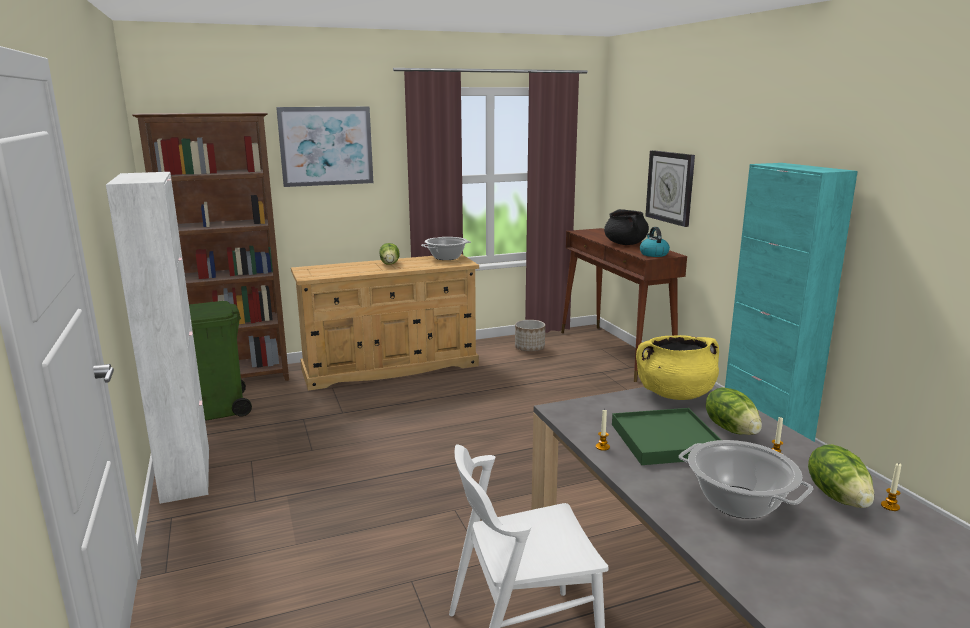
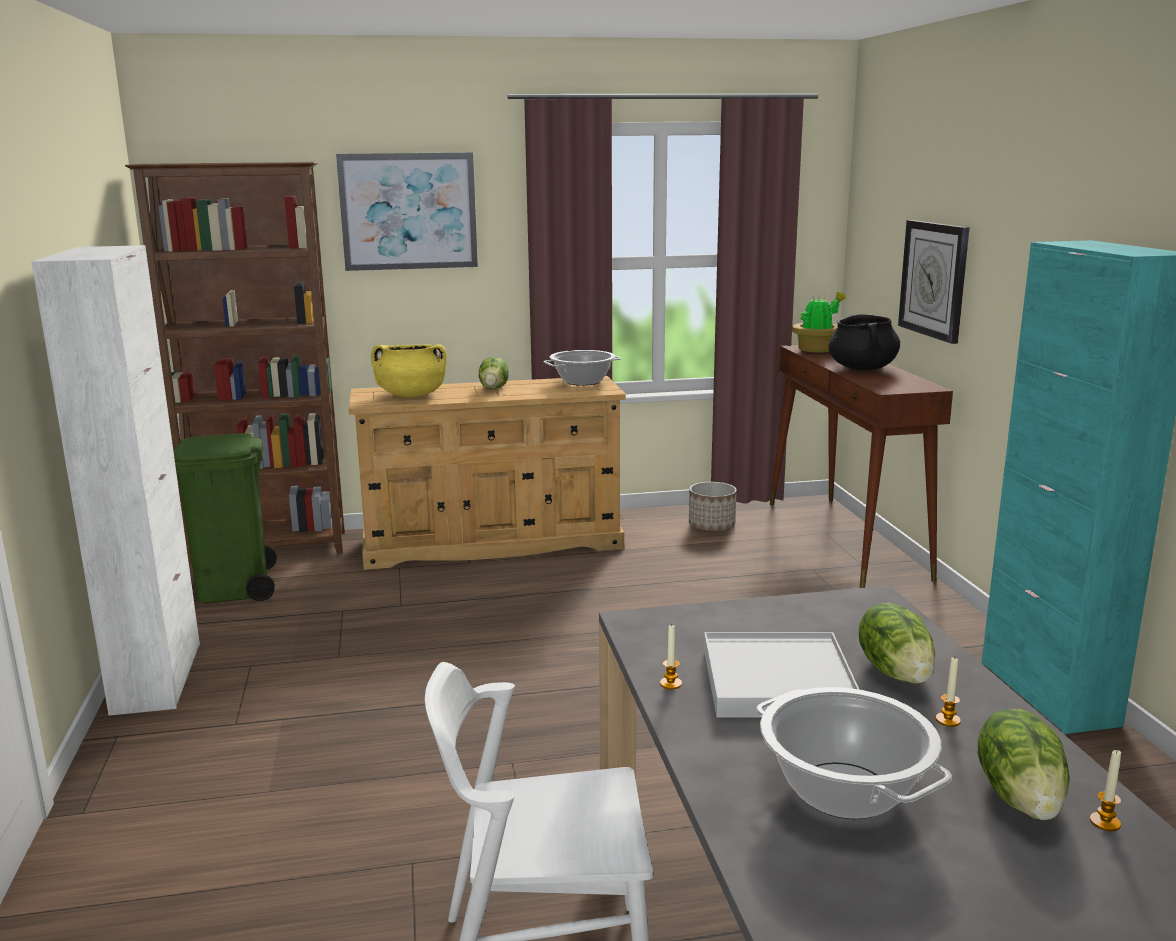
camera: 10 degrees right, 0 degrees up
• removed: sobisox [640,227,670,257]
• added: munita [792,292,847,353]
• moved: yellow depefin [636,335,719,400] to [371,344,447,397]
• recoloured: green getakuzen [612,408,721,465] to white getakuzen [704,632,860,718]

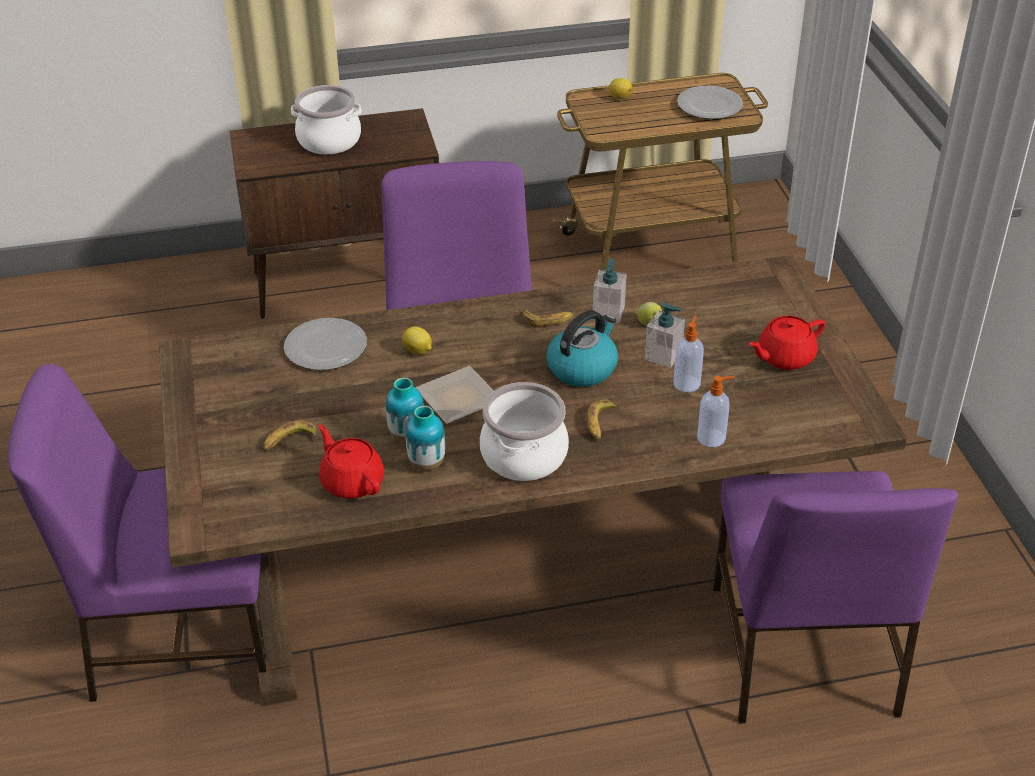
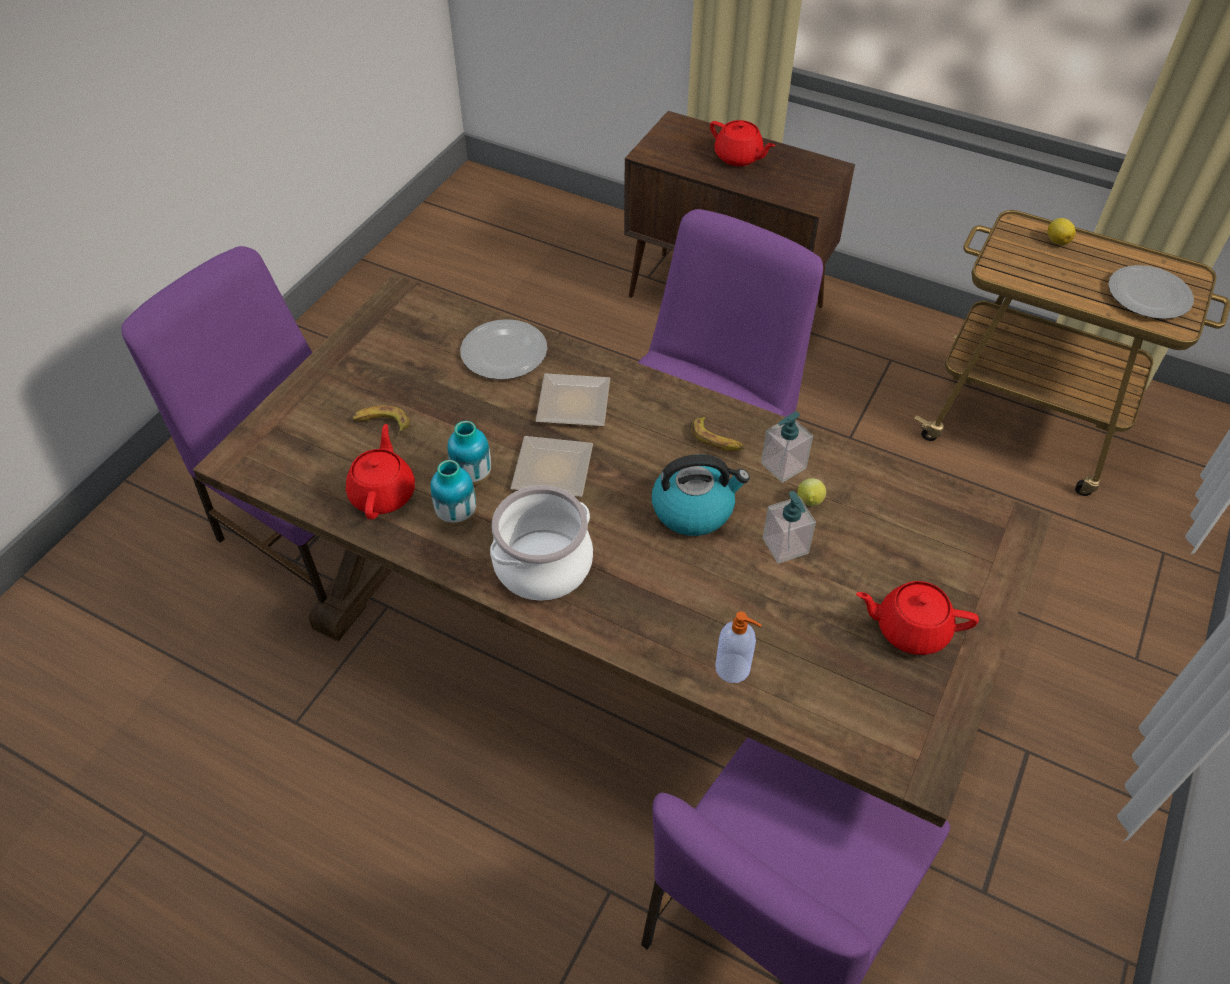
camera: 40 degrees right, 10 degrees up
• removed: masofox [586,399,619,441]
• removed: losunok [673,315,704,392]
• replaced: depefin [291,85,362,154] to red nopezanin [710,120,776,166]
• replaced: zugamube [402,327,432,355] to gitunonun [536,373,610,427]

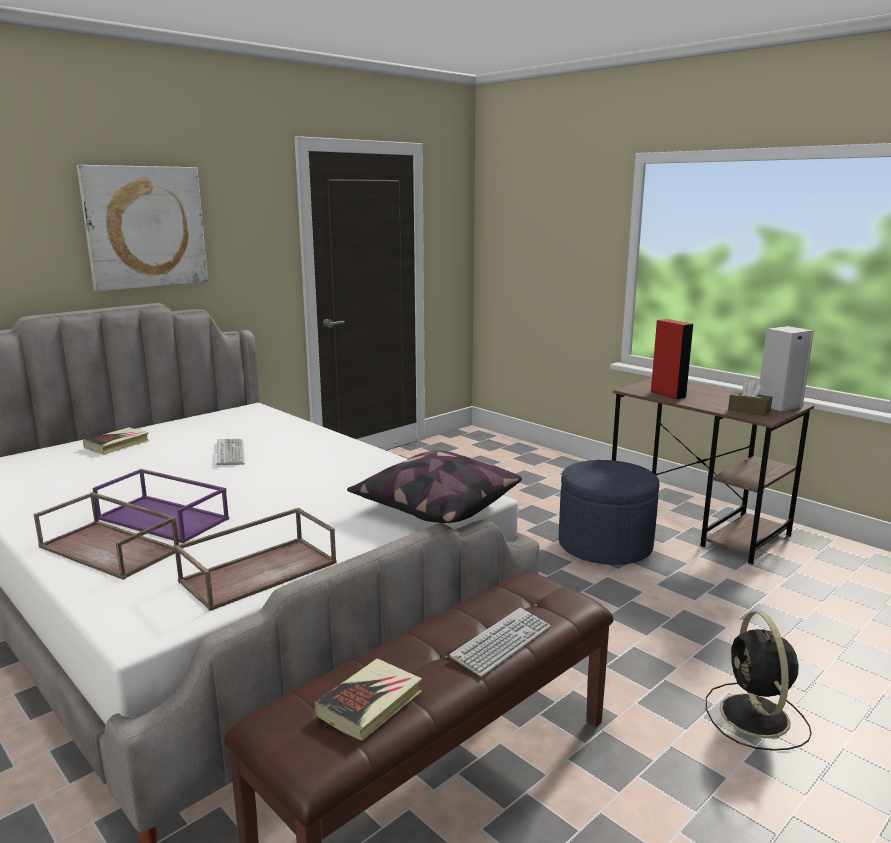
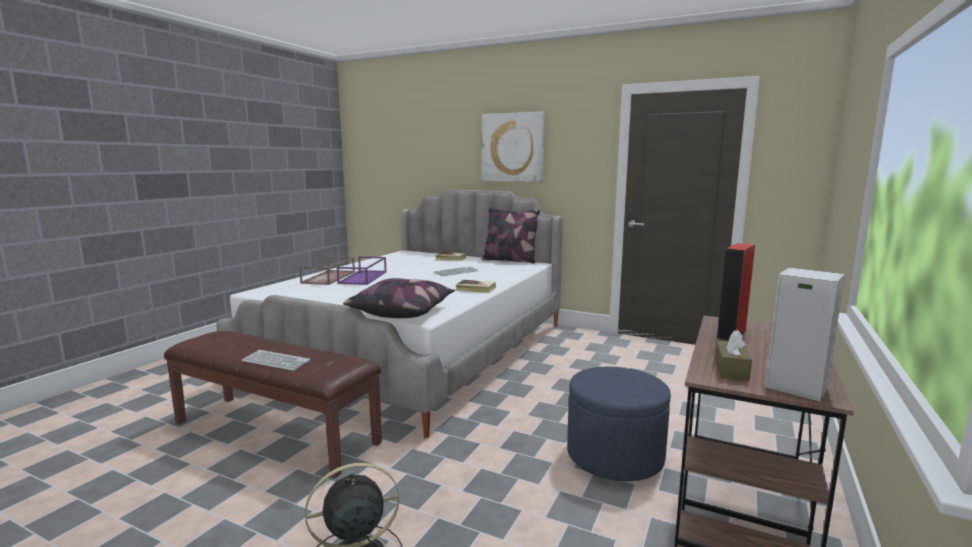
camera: 70 degrees right, 5 degrees down
• removed: brown getakuzen [174,508,337,611]
• added: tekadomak [481,208,540,263]
• moved: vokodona [315,658,422,741] to [456,280,496,293]

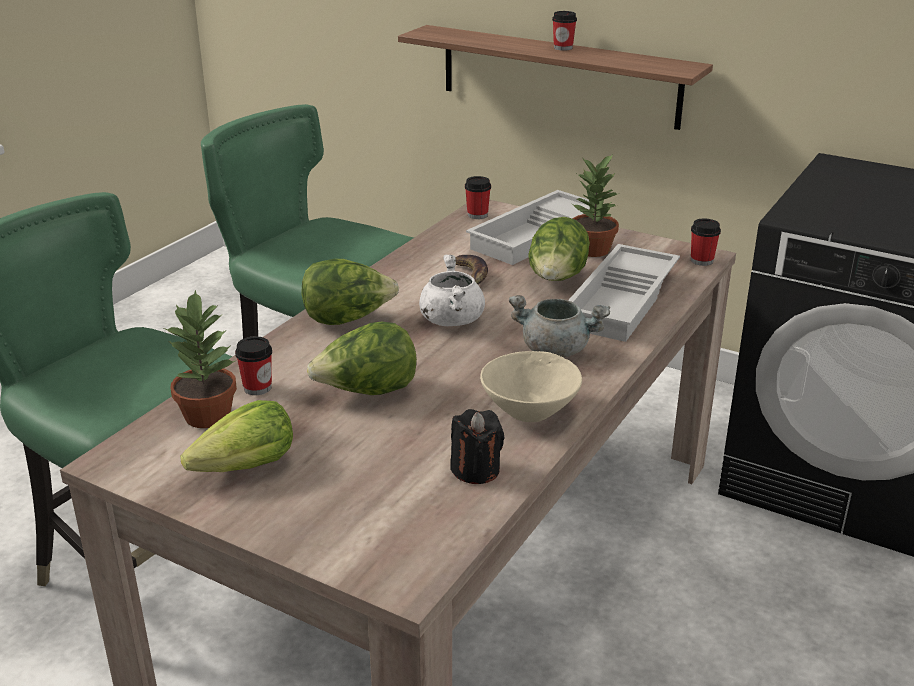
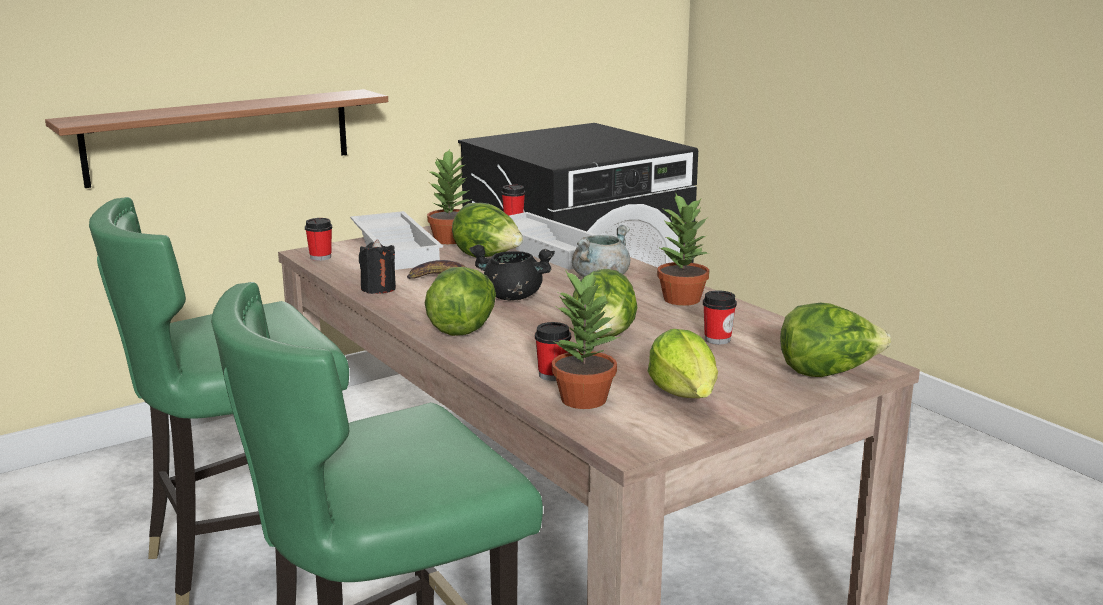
camera: 65 degrees left, 10 degrees down
• added: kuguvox [780,303,891,377]
• moved: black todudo [450,409,504,484] to [359,240,396,294]
• moved: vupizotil [552,11,577,51] to [703,290,737,344]
• replaced: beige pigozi [480,351,582,422] to munita [657,192,709,306]
• recoloured: white depefin [419,255,485,326] to black depefin [469,245,555,300]

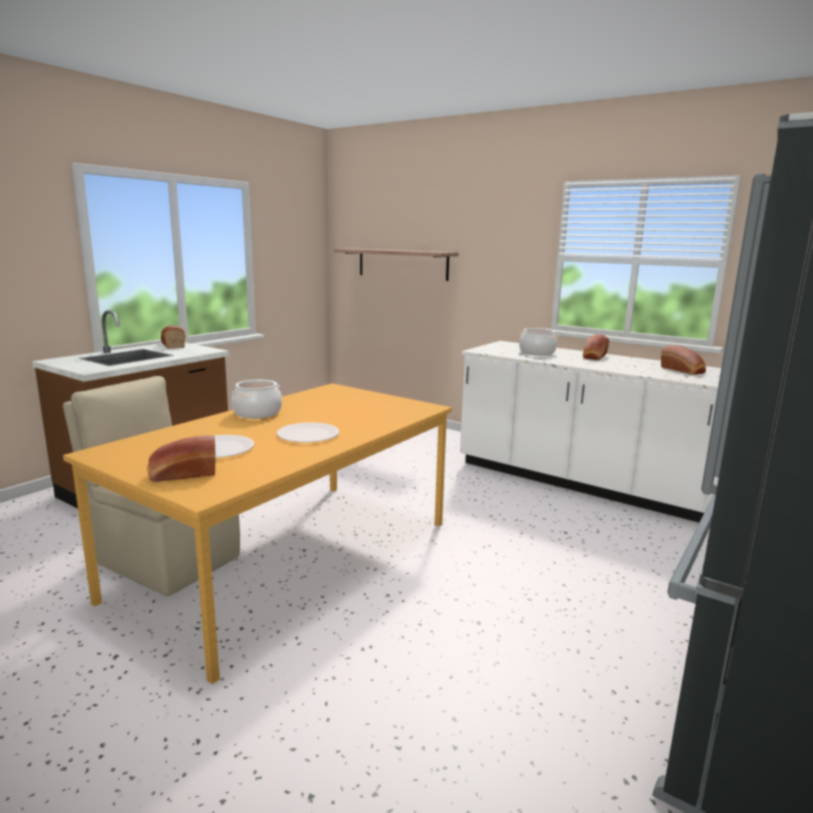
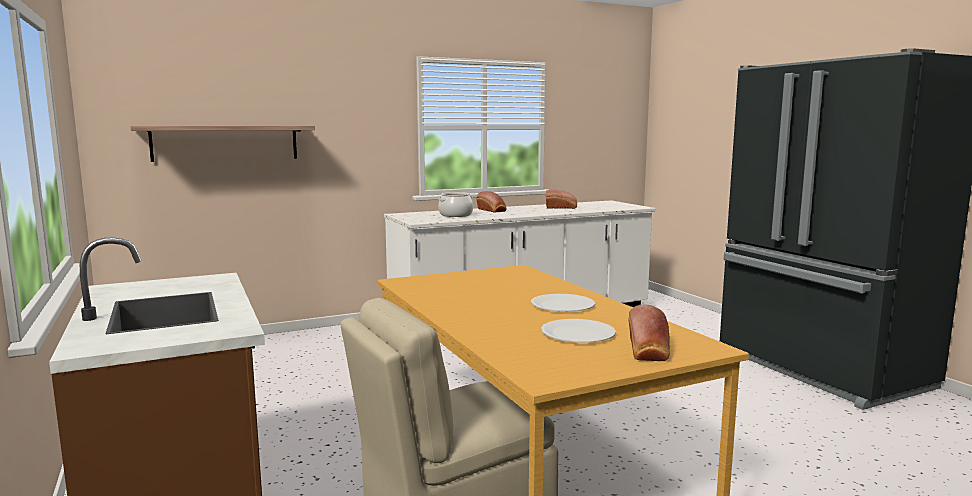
camera: 60 degrees left, 5 degrees down
• removed: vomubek [161,325,185,349]
• removed: depefin [231,380,282,419]

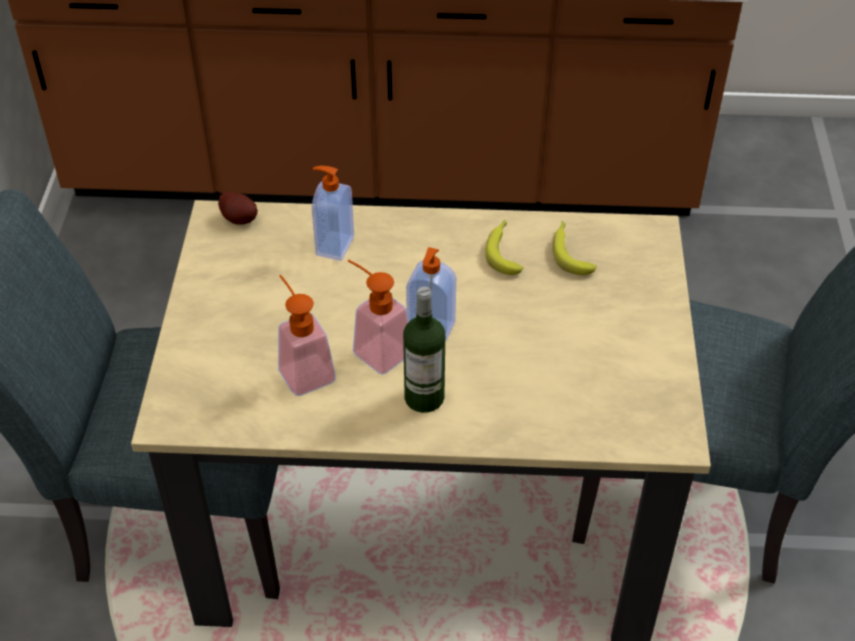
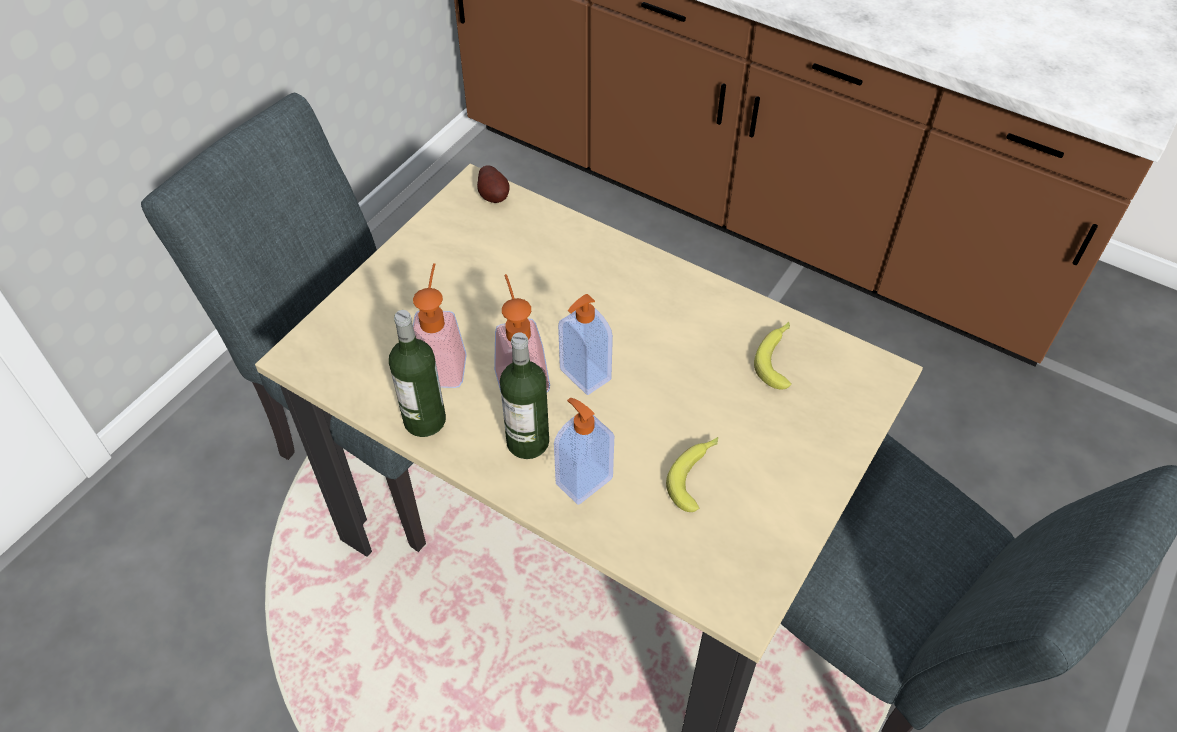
camera: 30 degrees right, 5 degrees up
• added: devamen [389,310,446,437]
• moved: losunok [312,166,354,261] to [554,398,614,505]
• moved: masofox [485,219,524,275] to [666,437,718,512]

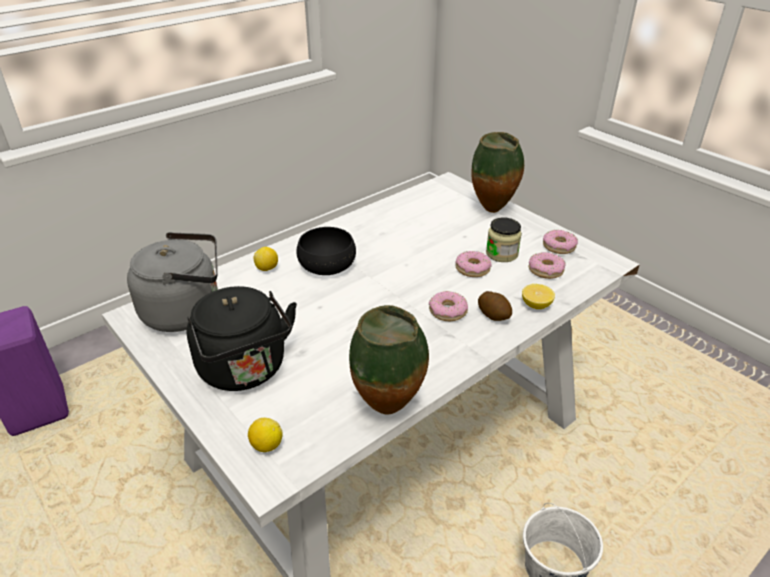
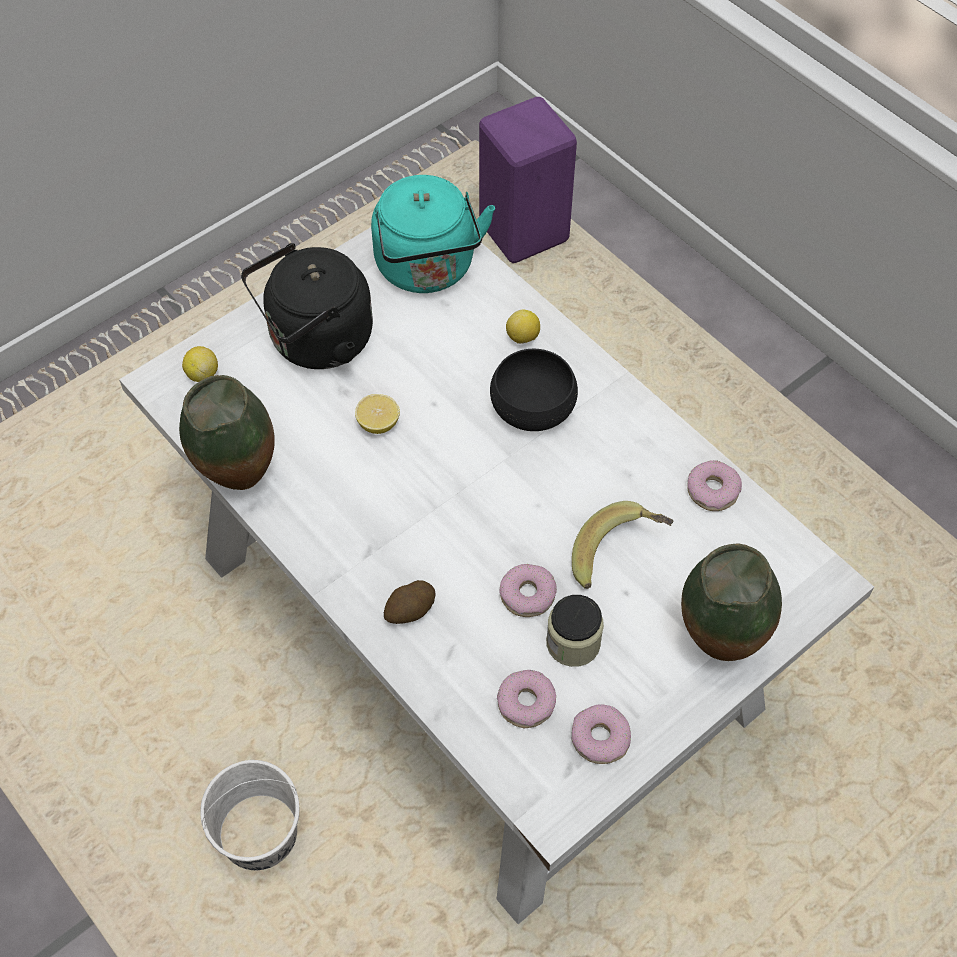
camera: 90 degrees right, 20 degrees up
• added: masofox [572,501,673,589]
• moved: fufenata [429,291,468,321] to [687,460,742,511]
• moved: zugamube [522,284,555,309] to [355,394,400,434]
• recoloured: grey sobisox [127,232,218,332] to turquoise sobisox [371,175,495,293]

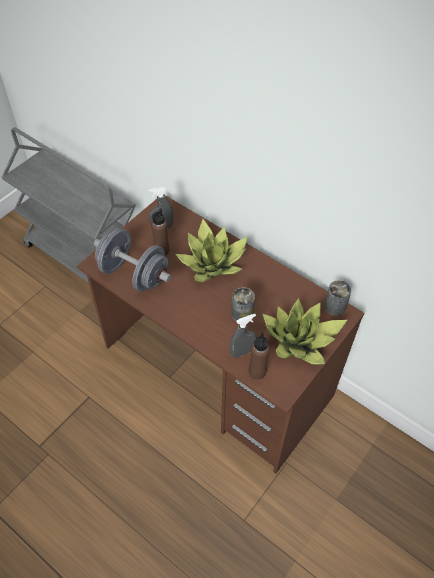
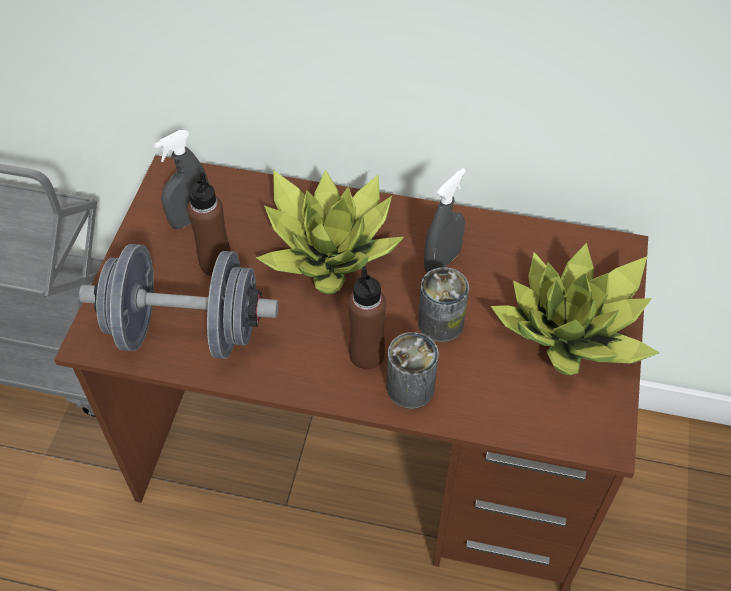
camera: 25 degrees left, 0 degrees up
• moved: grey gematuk [230,314,257,358] to [424,168,466,273]
• moved: brown devamen [249,332,270,379] to [348,266,386,370]
• moved: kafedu [324,280,352,316] to [387,332,439,409]

